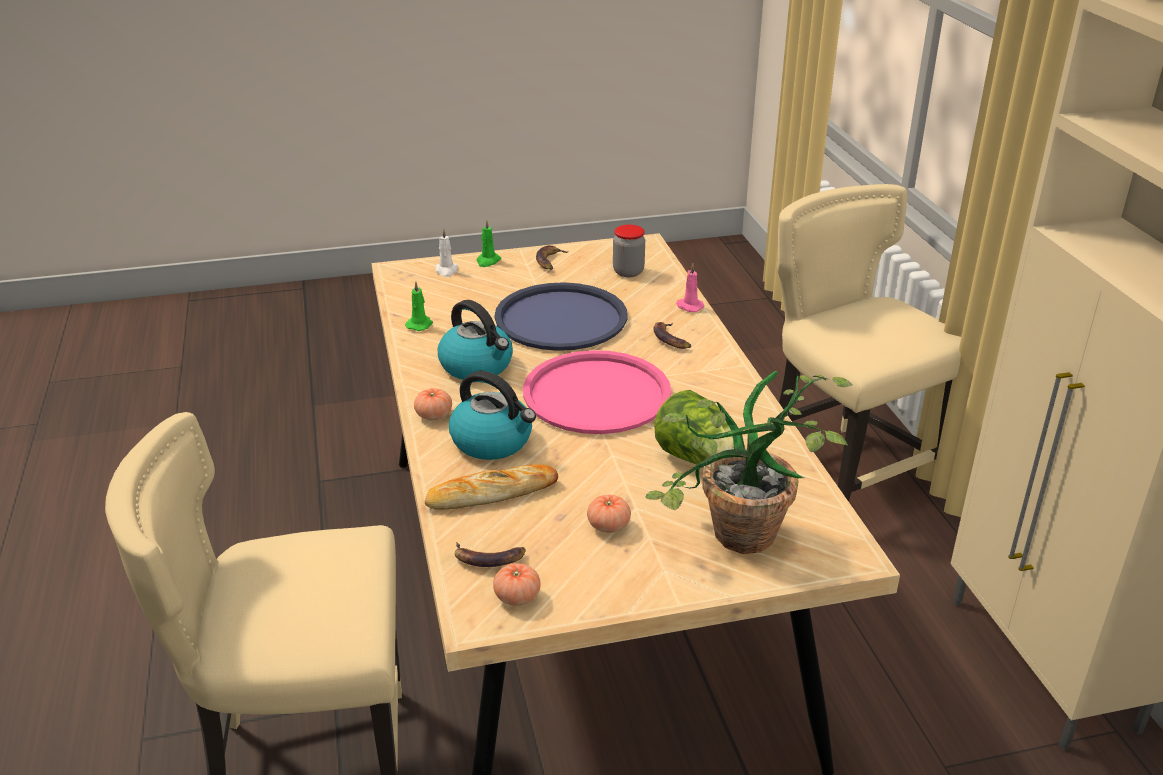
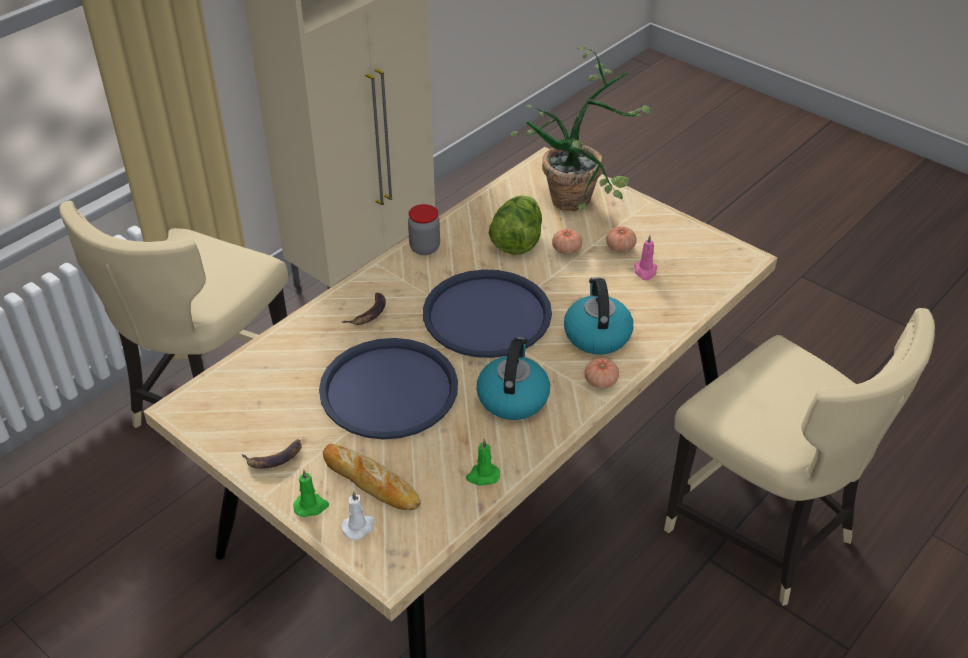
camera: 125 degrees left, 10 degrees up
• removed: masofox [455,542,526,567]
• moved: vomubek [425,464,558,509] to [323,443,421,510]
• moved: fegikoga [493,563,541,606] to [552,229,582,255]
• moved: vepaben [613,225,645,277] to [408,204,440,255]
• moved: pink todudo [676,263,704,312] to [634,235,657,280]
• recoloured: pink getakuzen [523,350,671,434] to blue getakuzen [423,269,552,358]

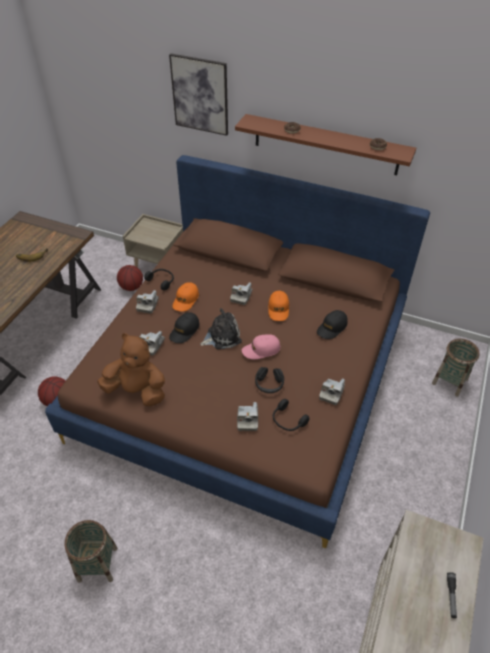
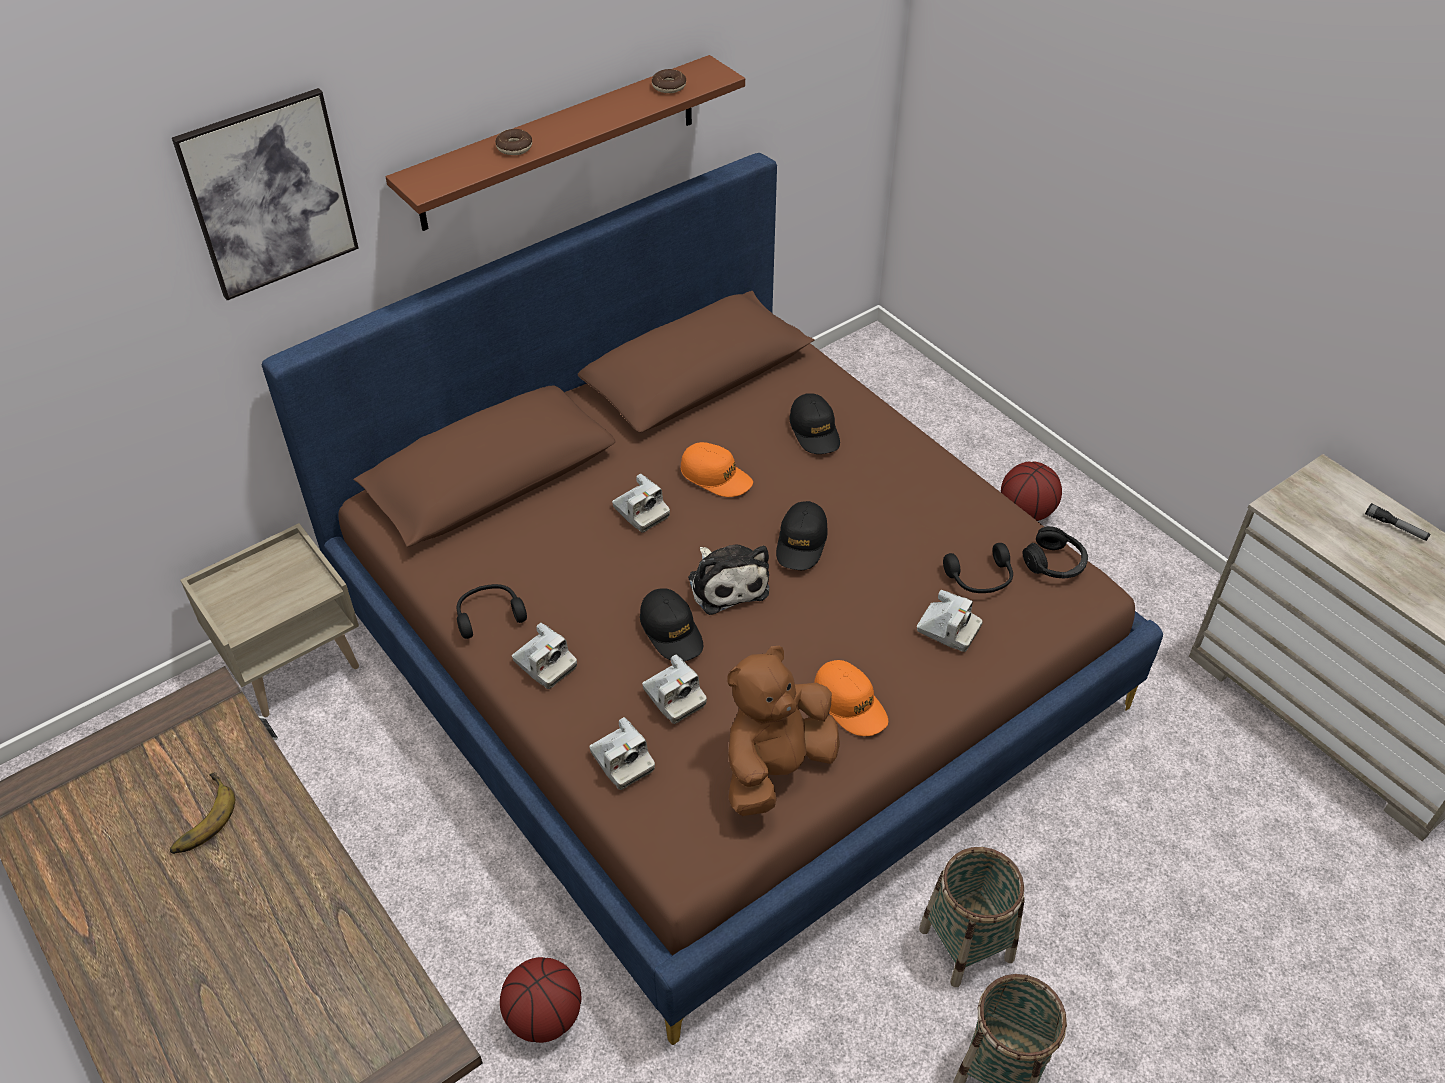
camera: 60 degrees left, 0 degrees up
• moved: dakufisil [117,265,143,291] to [1001,462,1062,521]
• moved: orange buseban [172,282,199,312] to [814,660,888,736]
• moved: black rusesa [255,367,284,393] to [1023,526,1088,578]
• moved: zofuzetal [319,378,345,405] to [589,717,655,790]
• moved: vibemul [432,339,480,397] to [919,847,1025,987]
• recoloured: pink buseban [242,334,281,360] to black buseban [776,501,828,570]
• turned: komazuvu [200,308,242,349] = [688,545,769,615] 150 degrees clockwise

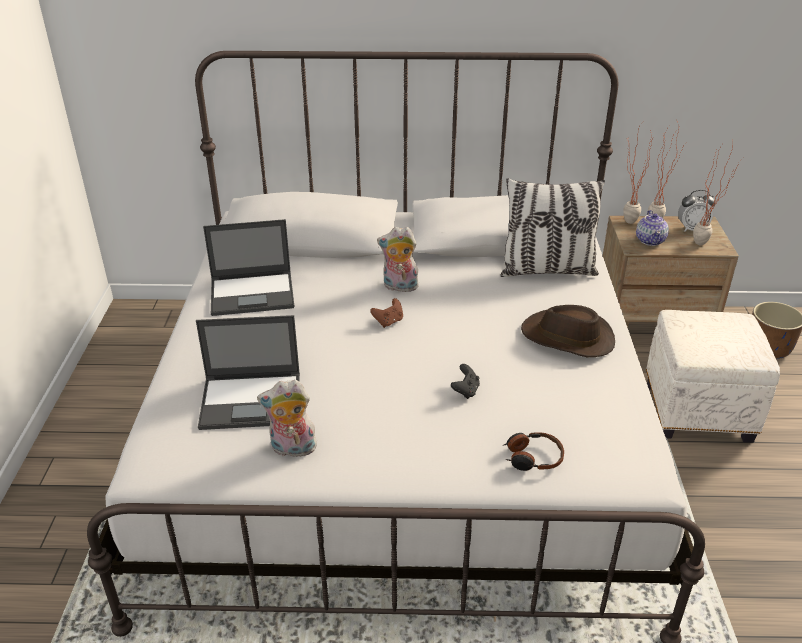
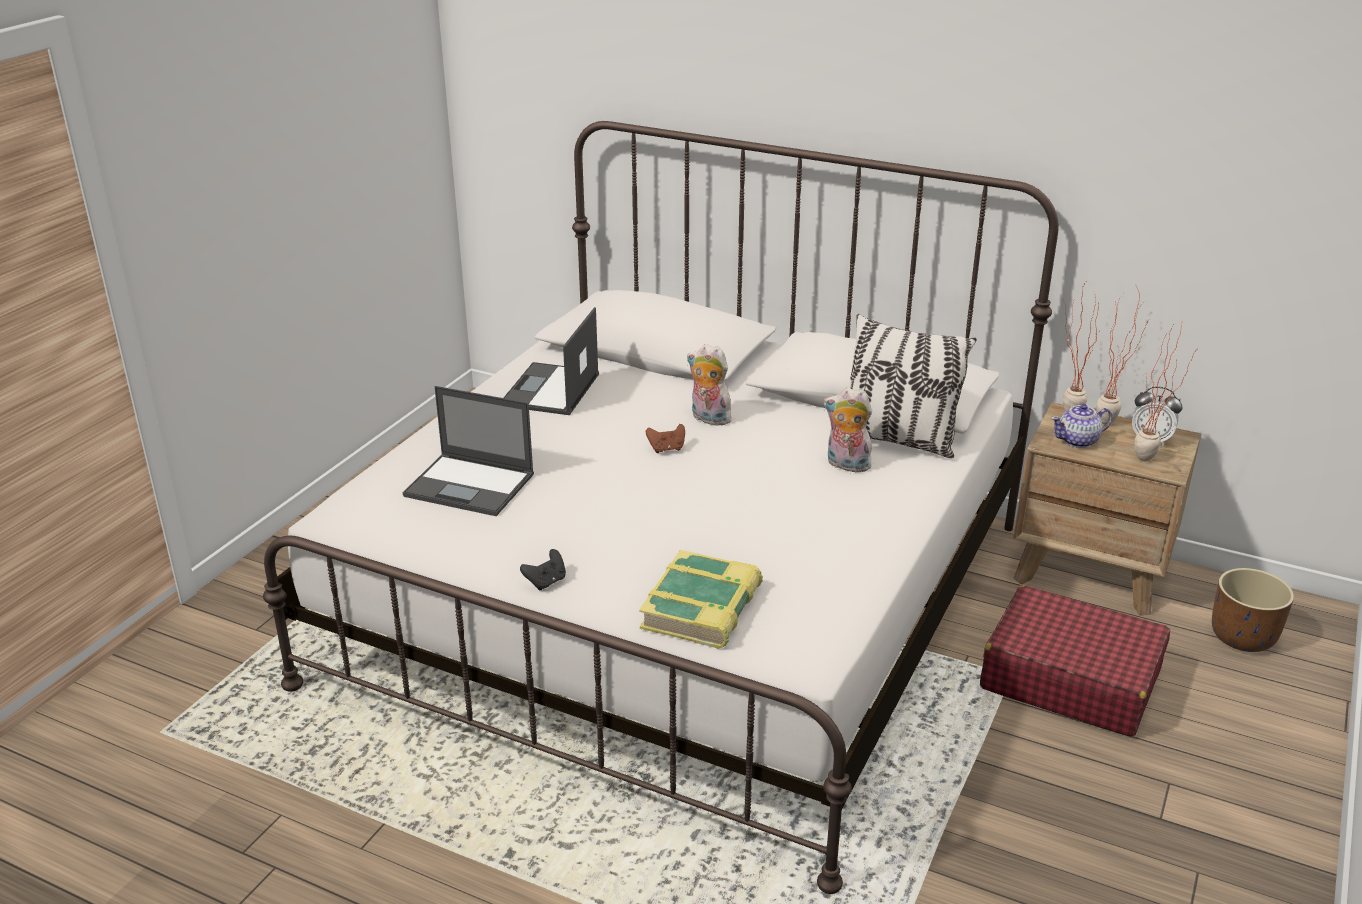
camera: 25 degrees right, 5 degrees down
• removed: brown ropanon [521,305,615,357]
• moved: komazuvu [257,380,317,460] to [824,387,874,472]
• moved: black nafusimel [451,364,480,399] to [520,549,566,591]
• replaced: rusesa [502,433,564,471] to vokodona [639,550,763,649]
• replaced: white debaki [646,310,780,443] to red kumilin [980,585,1170,737]
• turned: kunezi [203,219,294,316] = [504,307,599,415] 90 degrees clockwise
• turned: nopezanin [636,210,669,246] = [1051,404,1112,448] 45 degrees clockwise

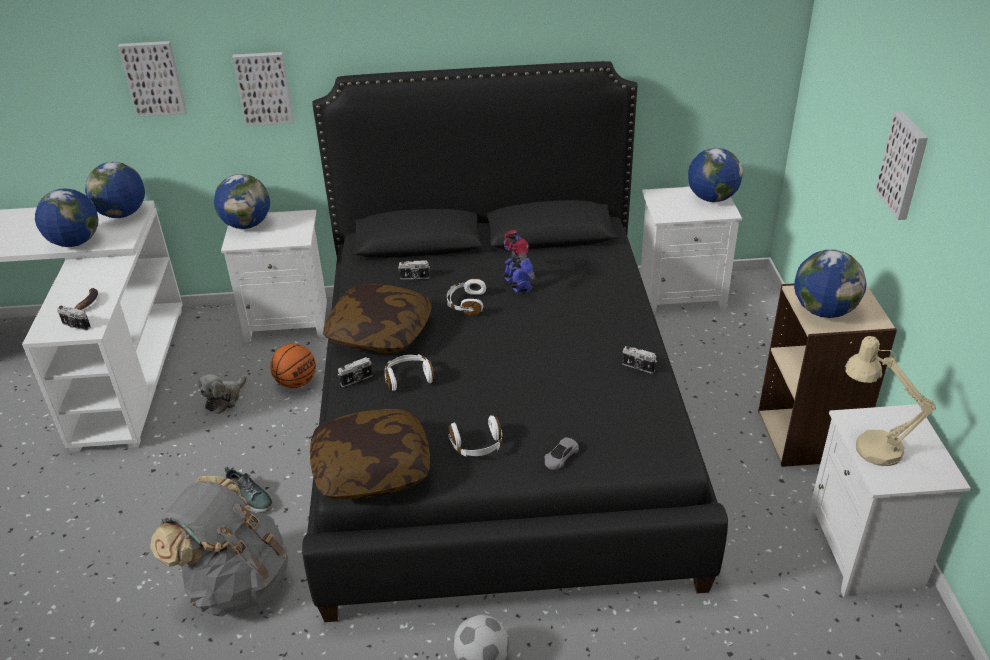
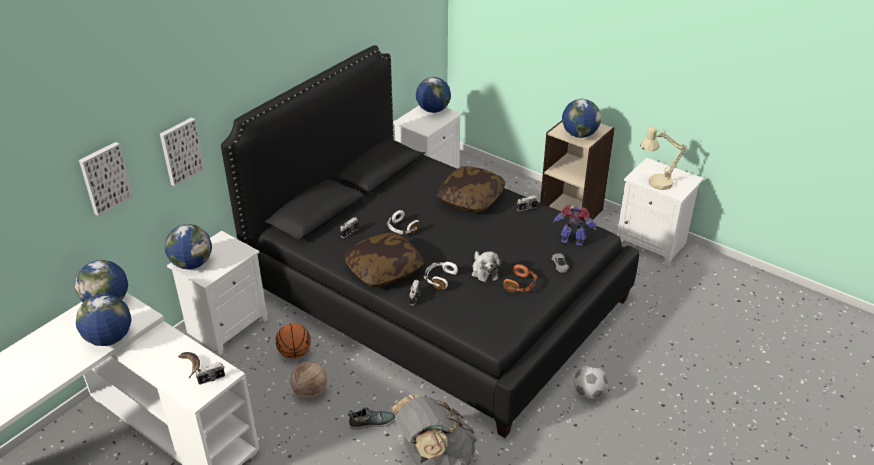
camera: 50 degrees left, 0 degrees up
• removed: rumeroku [875,111,928,220]
• added: dakufisil [290,361,327,399]
• moved: komazuvu [198,374,247,414] to [472,251,502,282]
• moved: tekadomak [310,409,430,500] to [436,166,505,213]
• moved: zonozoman [503,230,535,294] to [553,205,596,246]
• recoloured: white rusesa [448,415,502,457] to orange rusesa [503,264,537,293]

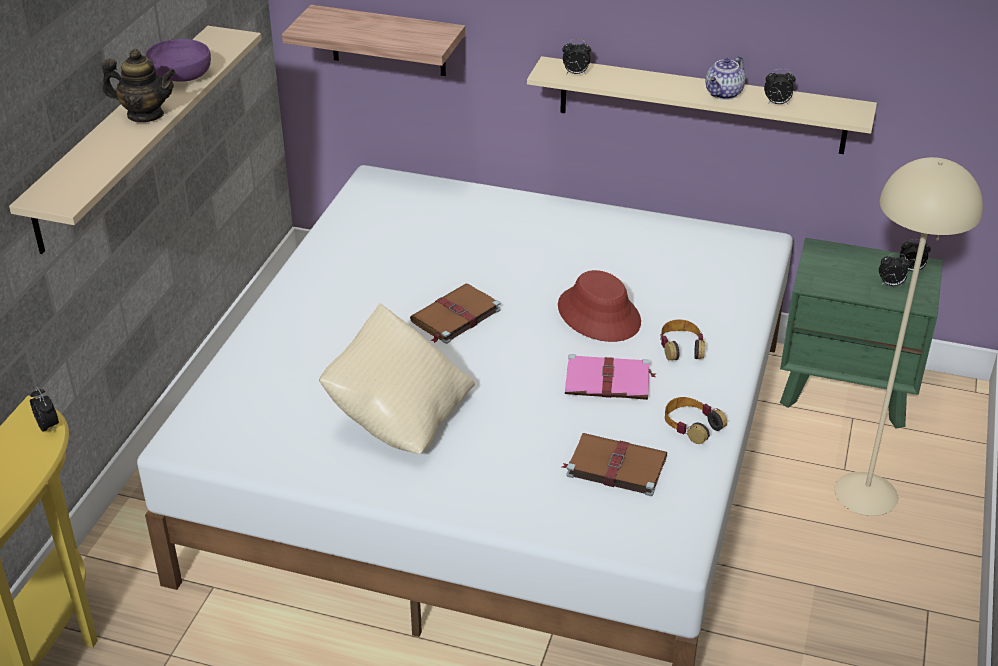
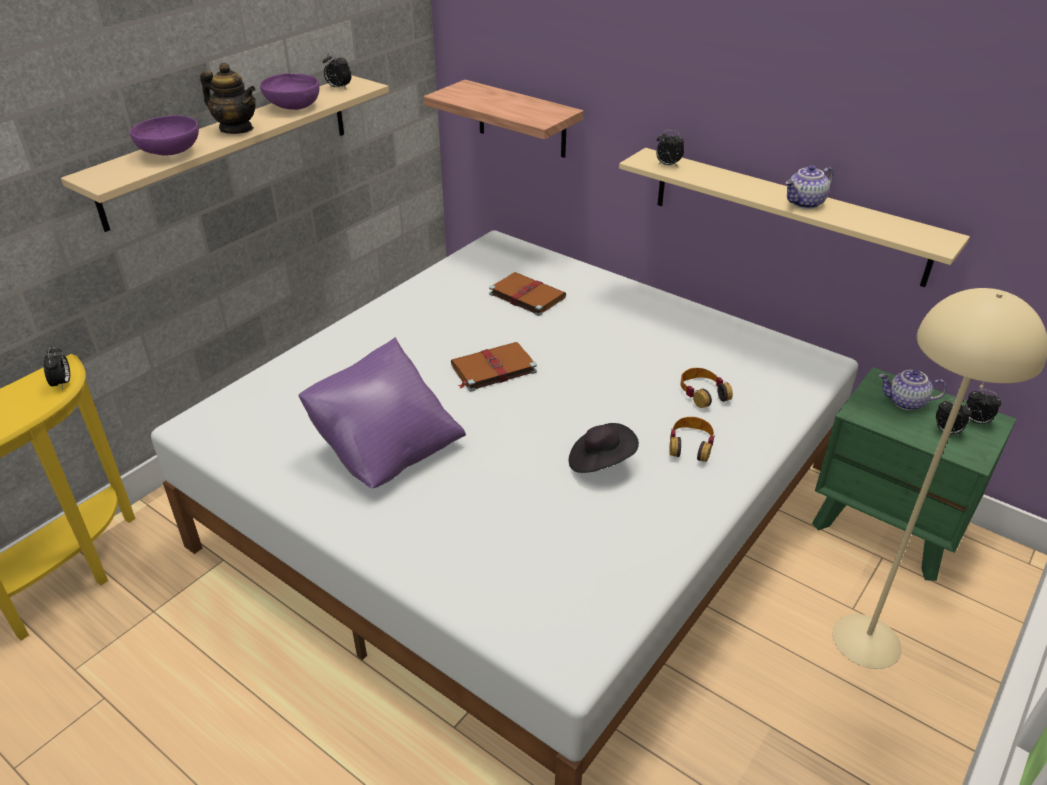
camera: 20 degrees right, 0 degrees up
• removed: red ropanon [558,270,641,342]
• added: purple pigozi [130,115,199,156]
• added: nopezanin [879,370,947,410]
• moved: brown vokodona [562,433,667,496] to [489,272,566,316]
• moved: rusesa [665,397,727,444] to [681,368,733,408]
• moved: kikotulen [764,68,796,104] to [323,52,352,89]
• replaced: pink vokodona [565,354,656,400] to black ropanon [569,423,639,473]
• recoloured: beige tekadomak [319,303,475,454] to purple tekadomak [298,337,466,488]

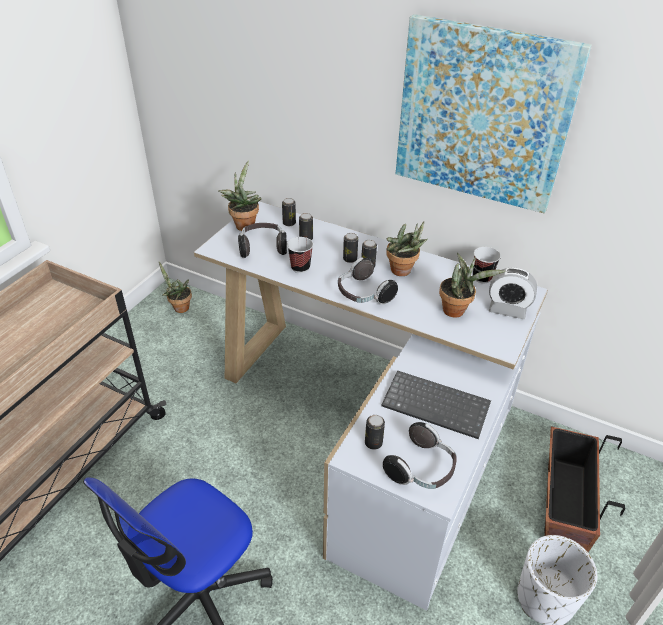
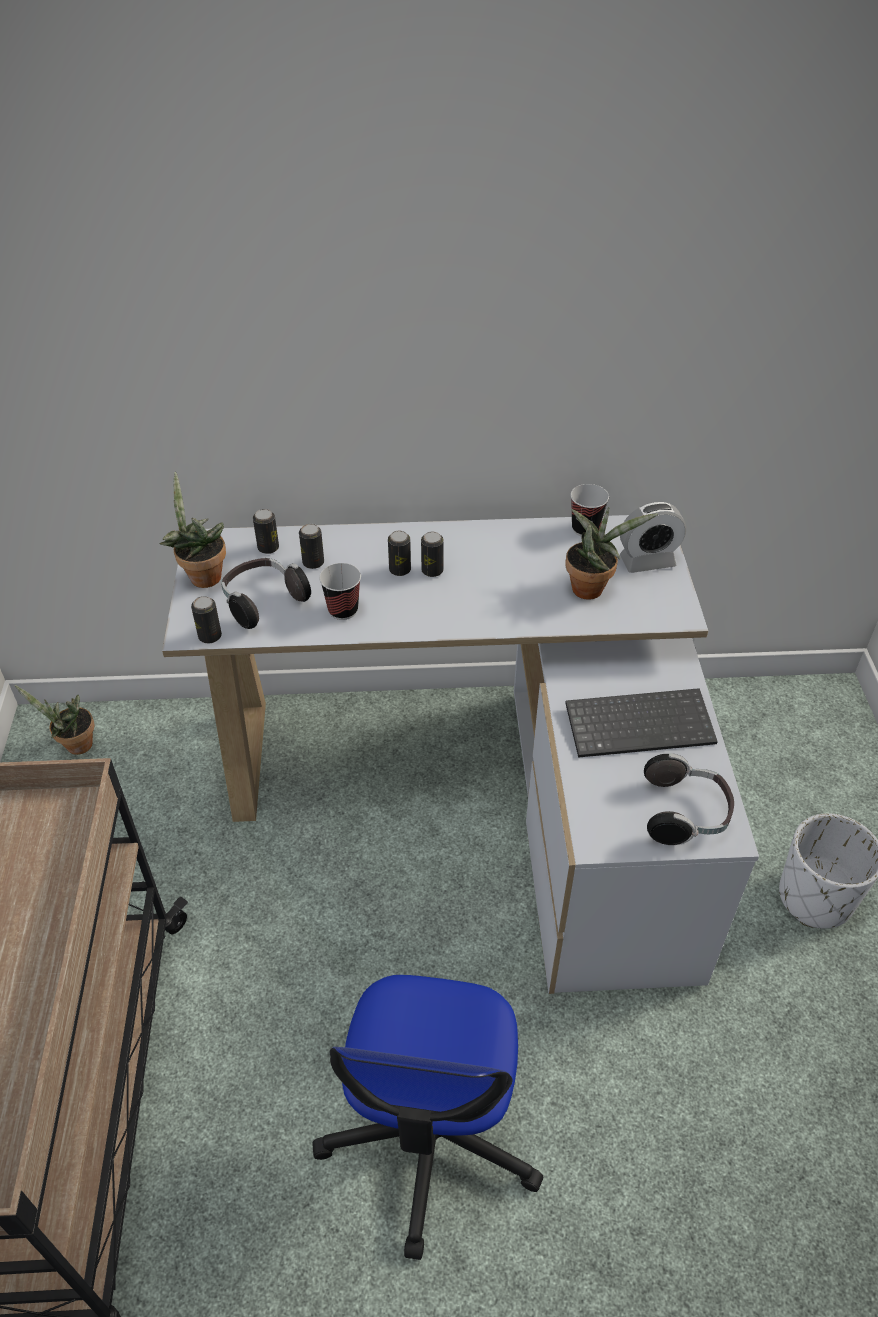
camera: 30 degrees left, 5 degrees up
• removed: rusesa [338,257,398,304]
• removed: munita [386,221,428,276]
• removed: rumeroku [396,14,592,214]
• removed: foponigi [544,427,625,552]
• moved: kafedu [365,415,385,450] to [191,596,222,643]

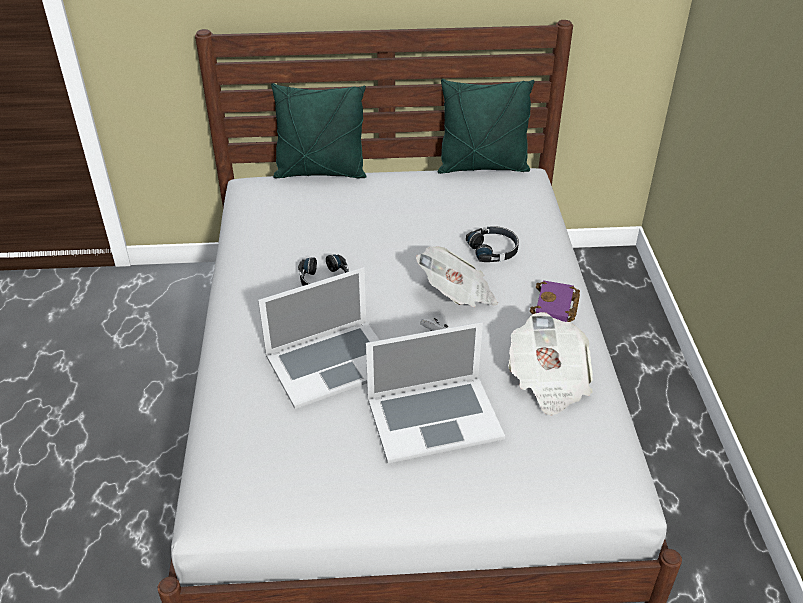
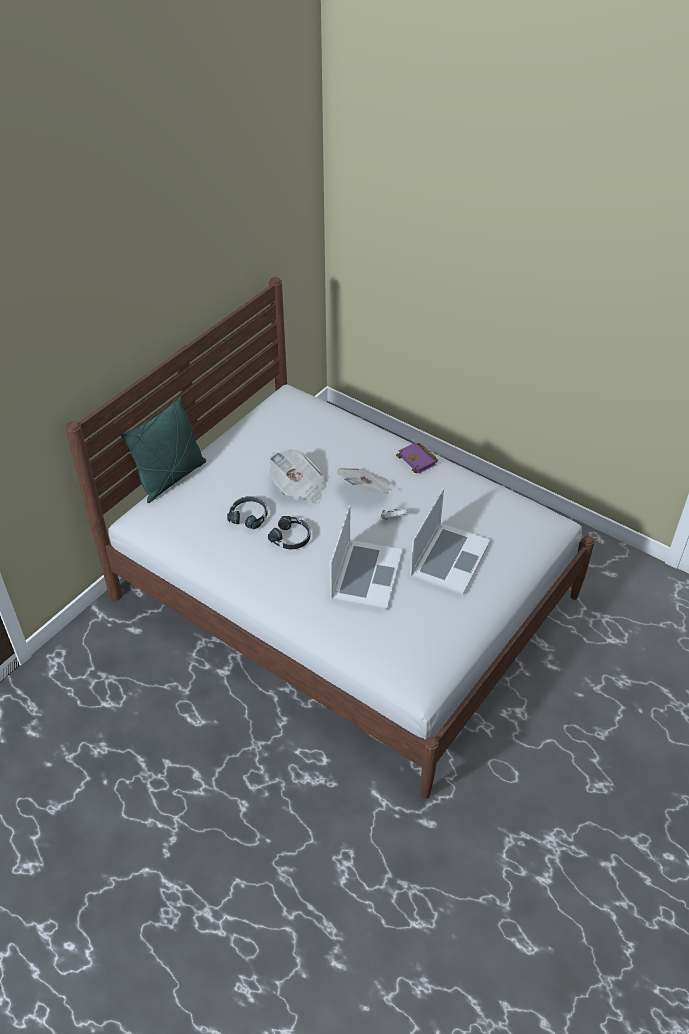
camera: 50 degrees left, 5 degrees up
• removed: green tekadomak [438,79,535,174]
• moved: black rusesa [466,226,519,262] to [227,496,268,529]
• moved: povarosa [508,312,593,416] to [269,449,326,504]

